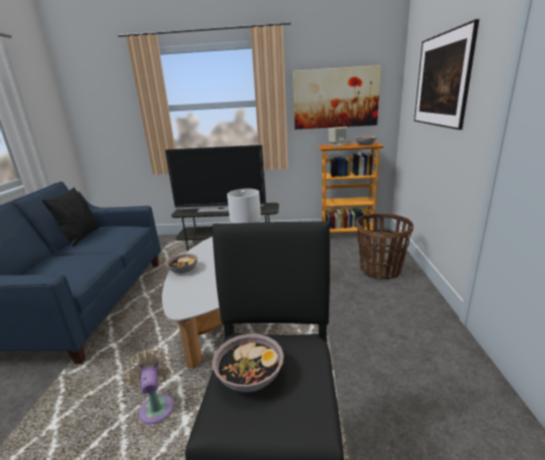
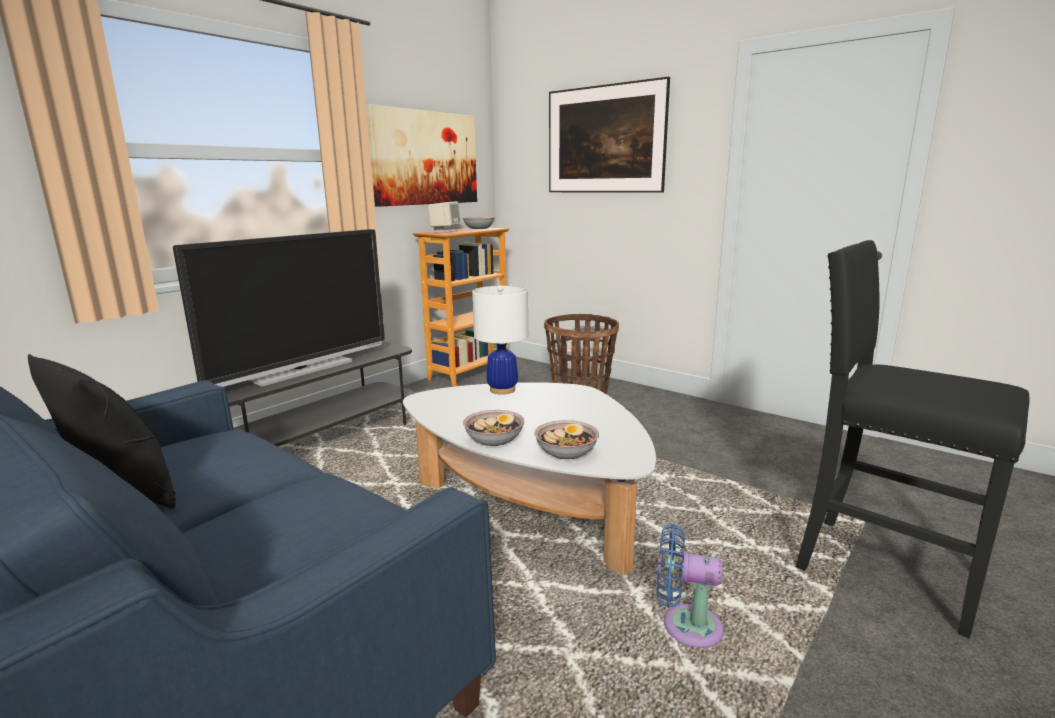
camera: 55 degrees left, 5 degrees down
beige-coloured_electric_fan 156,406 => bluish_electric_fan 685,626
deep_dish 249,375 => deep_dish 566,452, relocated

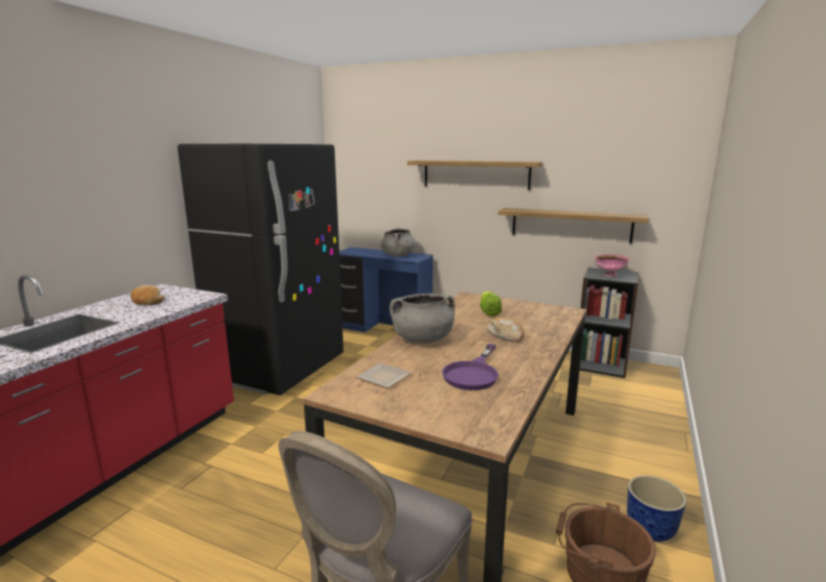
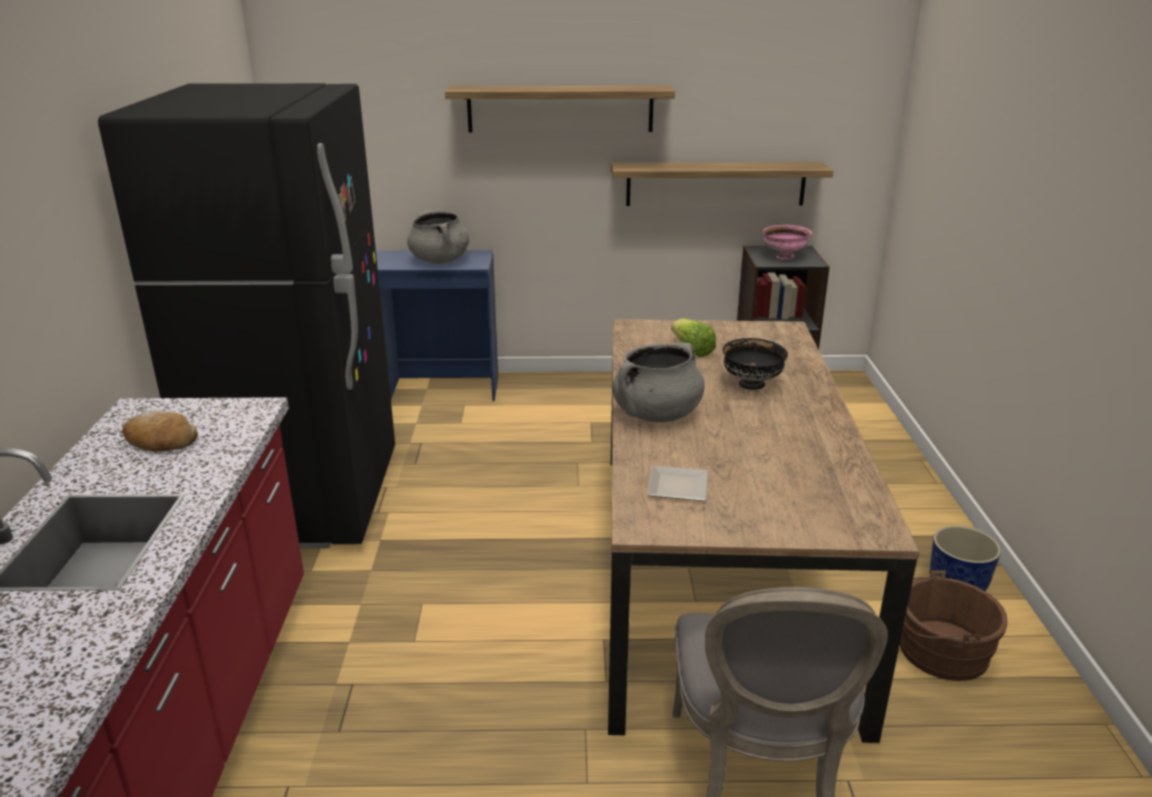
camera: 25 degrees left, 10 degrees up
purple-coloured_pan 473,373 => nothing
baked_bread 505,335 => blackish_deep_dish 752,385

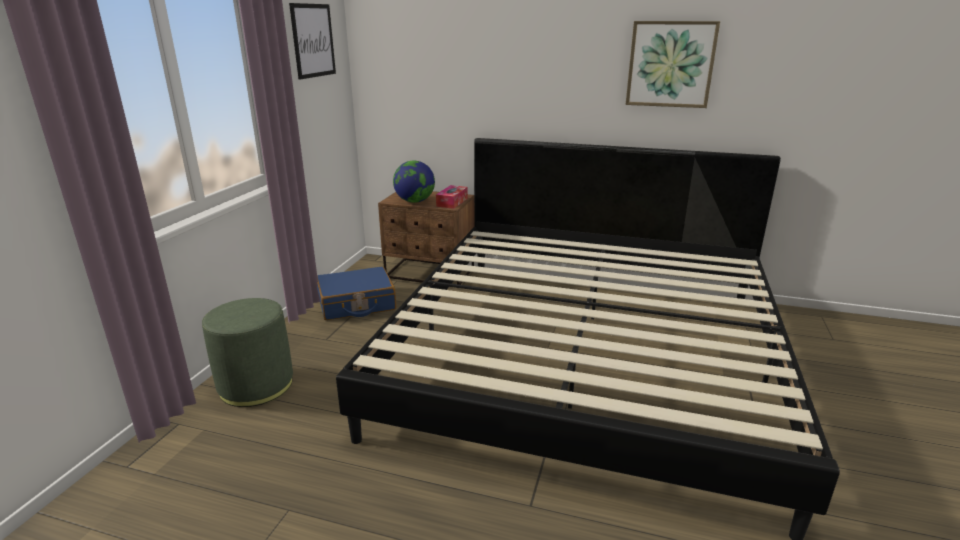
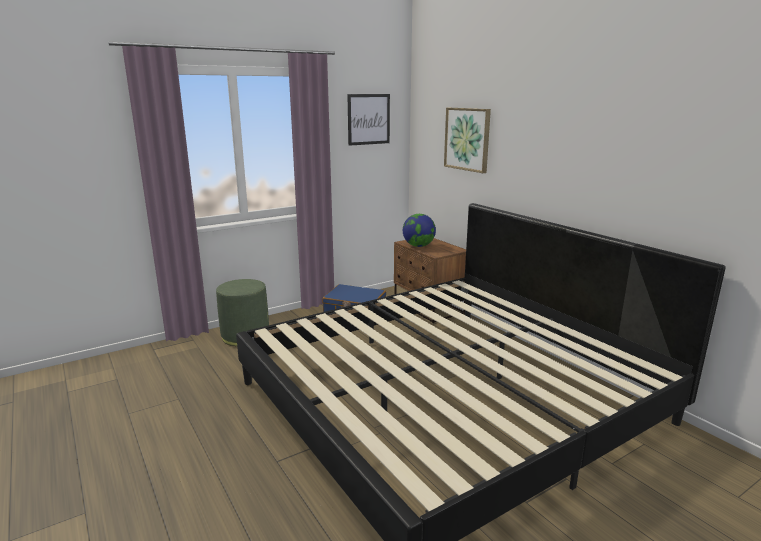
camera: 40 degrees right, 5 degrees down
tissue_holder 452,202 => nothing
wall_picture 670,64 => wall_picture 467,139, relocated

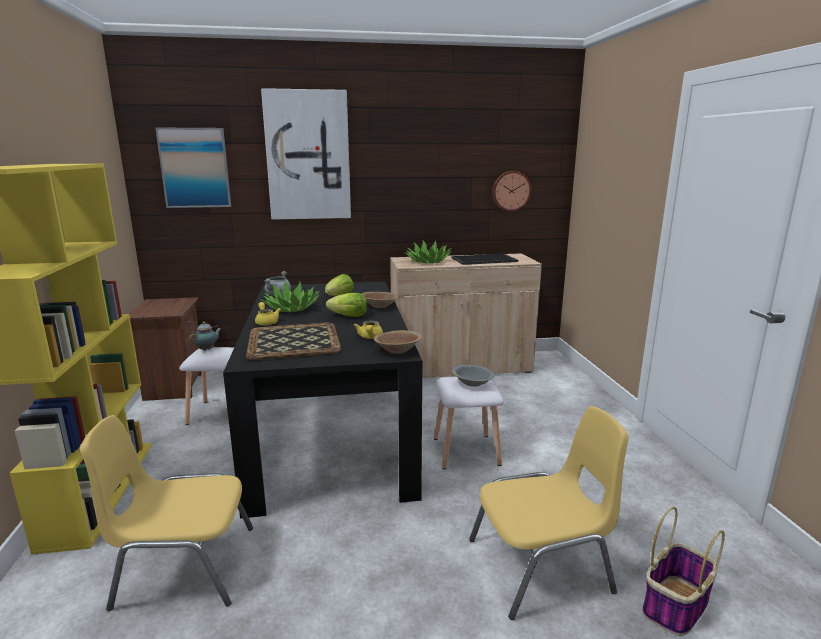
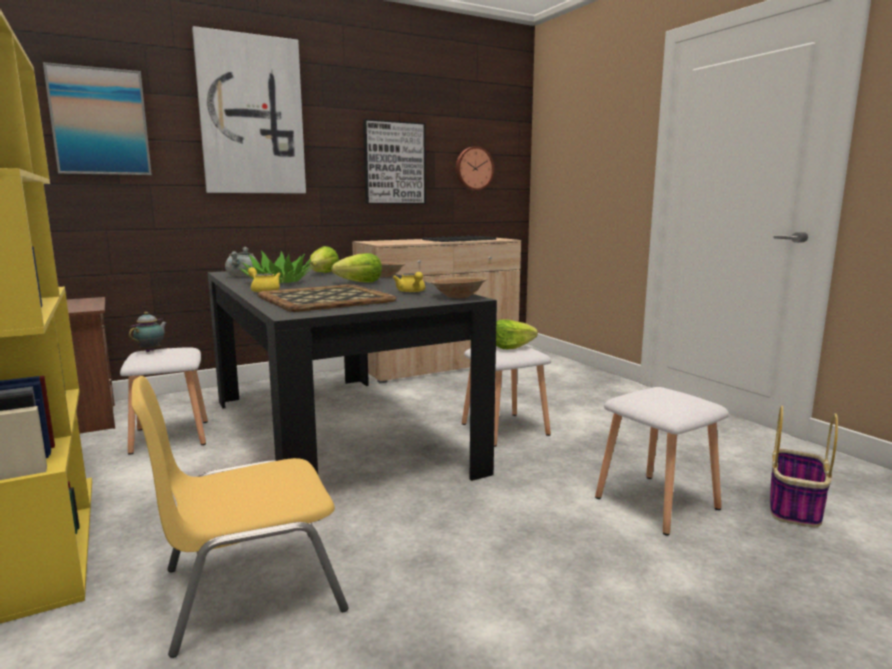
camera: 20 degrees left, 5 degrees down
houseplant 428,261 => nothing
gray_deep_dish 472,383 => head_of_lettuce 510,347
yellowish_upright_chair 541,566 => white-coloured_sitting_stool 659,503
nothing => wall_picture 394,163

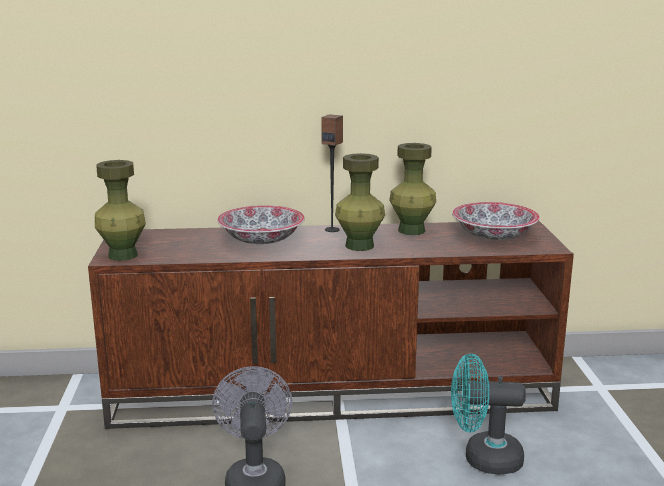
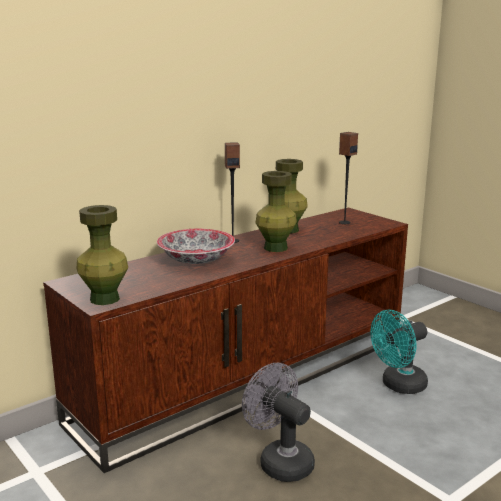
camera: 35 degrees left, 0 degrees up
deep_dish 494,236 => audio_speaker 344,222

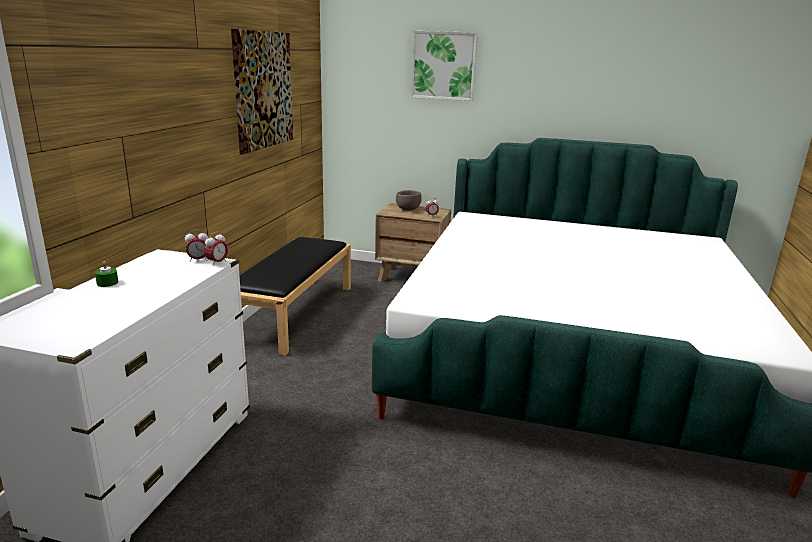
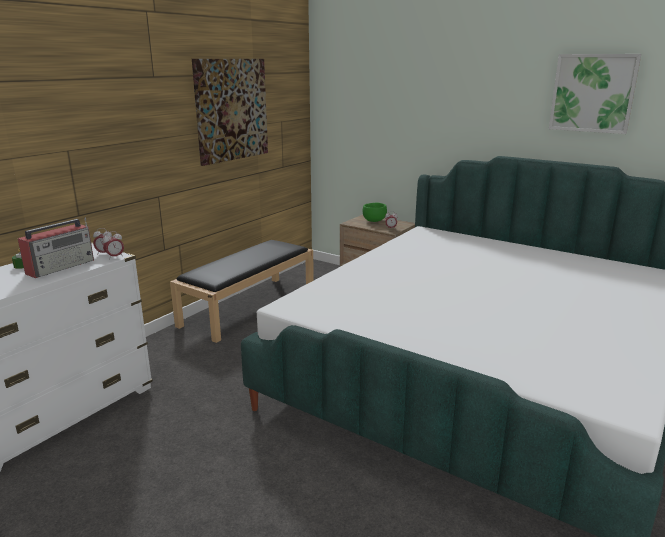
camera: 20 degrees right, 0 degrees up
brown_deep_dish 408,209 => green_deep_dish 374,221
wall_picture 443,66 => wall_picture 592,93, relocated
nothing => radio_set 62,267

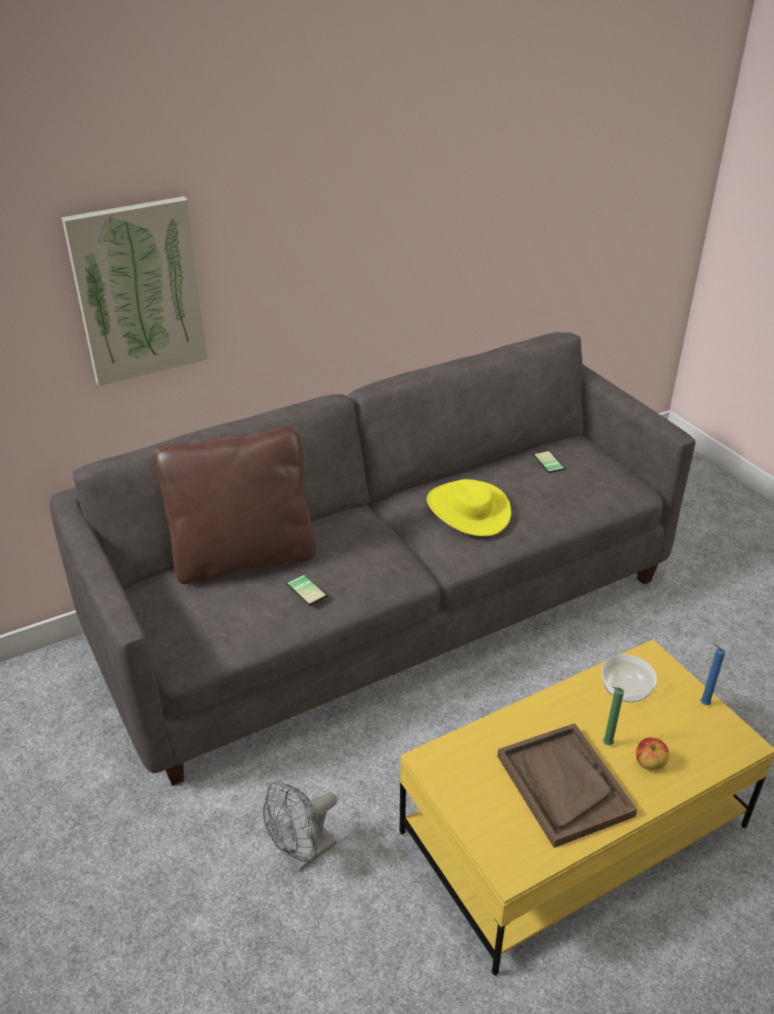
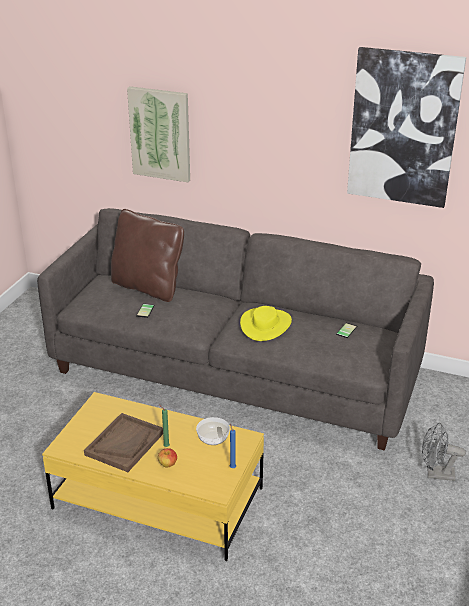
camera: 50 degrees right, 5 degrees down
gray_electric_fan 303,854 => gray_electric_fan 436,474, relocated
nothing => wall_picture 403,128

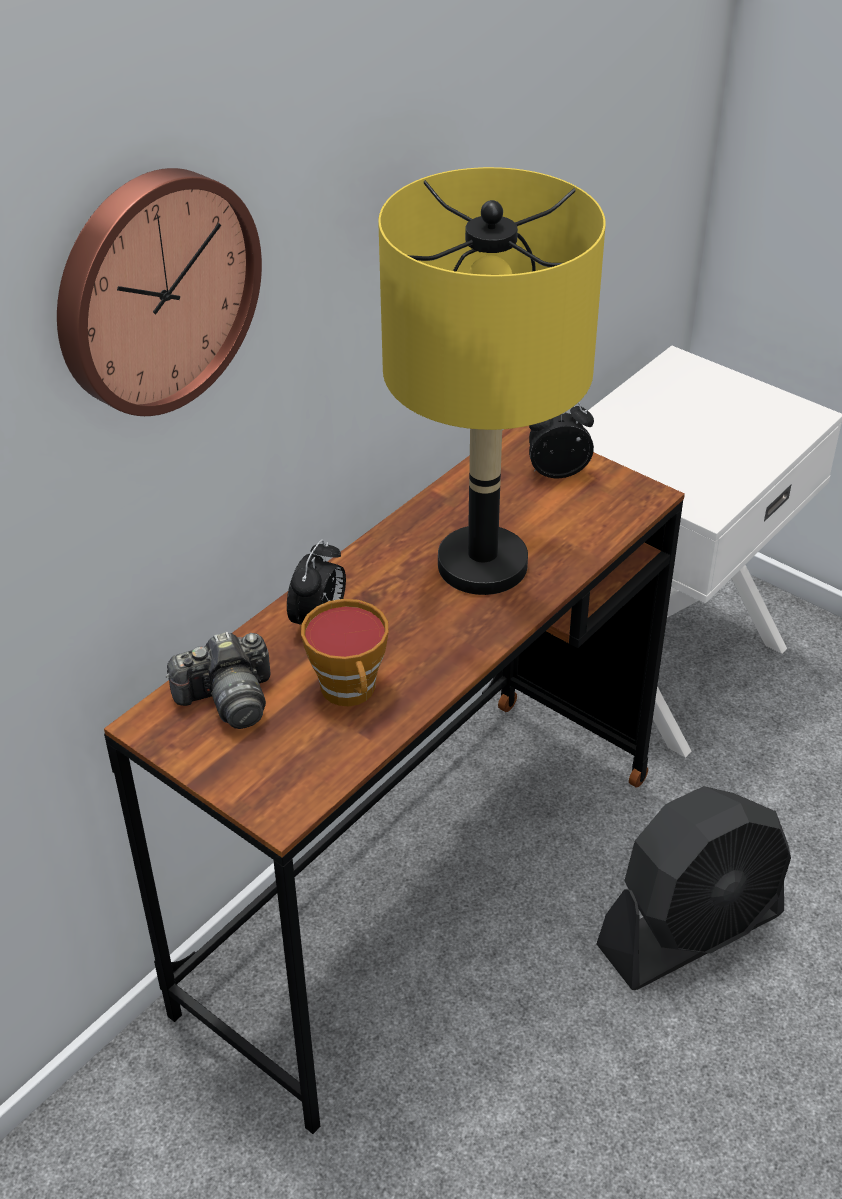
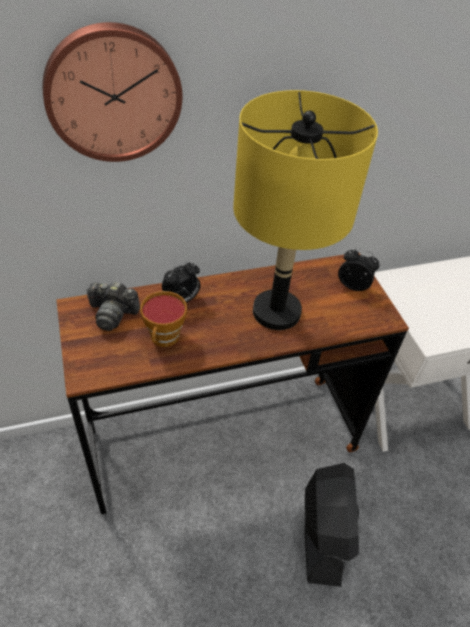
camera: 30 degrees right, 5 degrees up
blackish_electric_fan 691,930 => blackish_electric_fan 322,533, 90 degrees counterclockwise

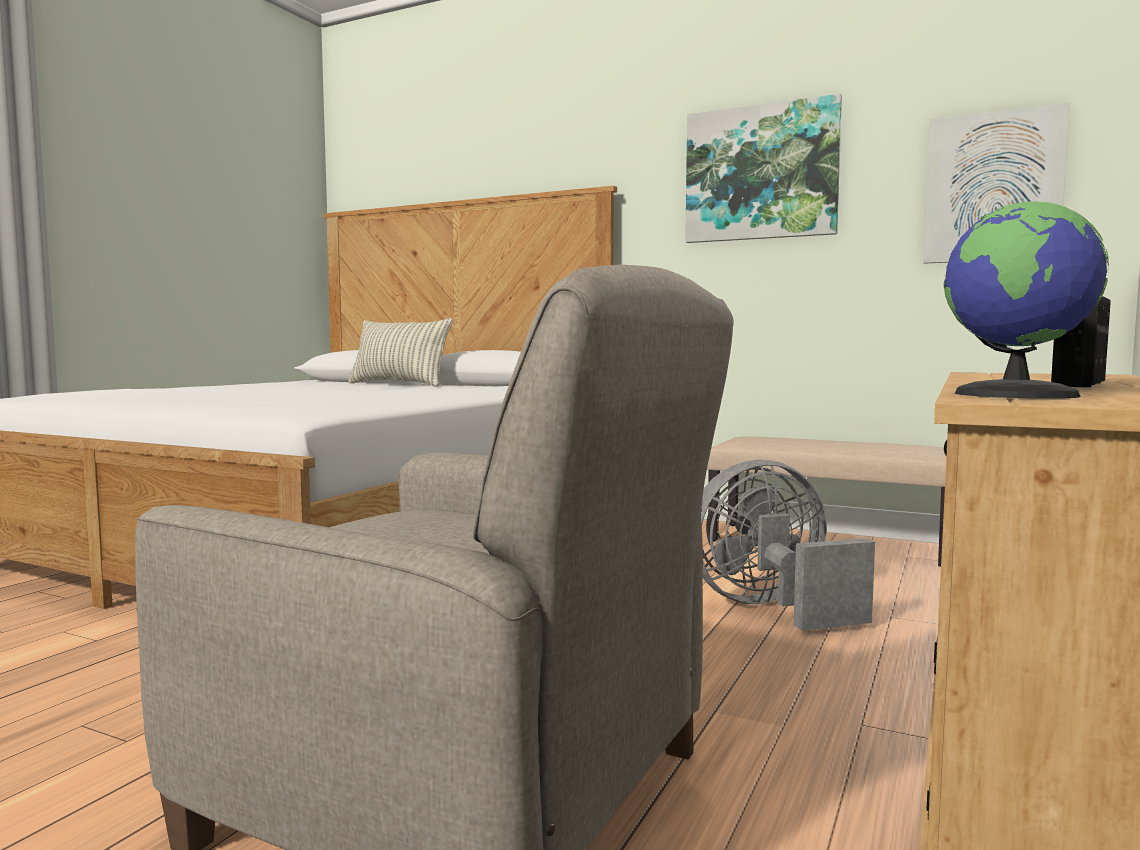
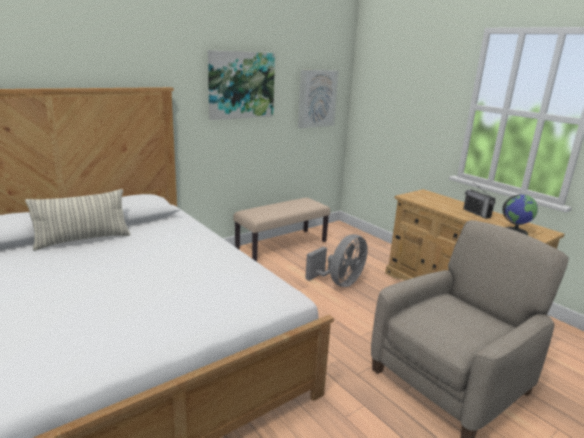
camera: 65 degrees left, 15 degrees up
gray_electric_fan 771,608 => gray_electric_fan 340,282, 150 degrees counterclockwise

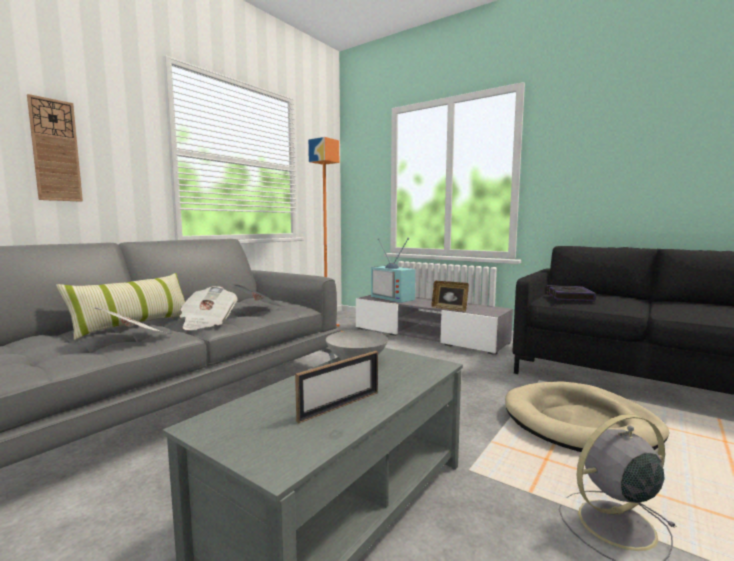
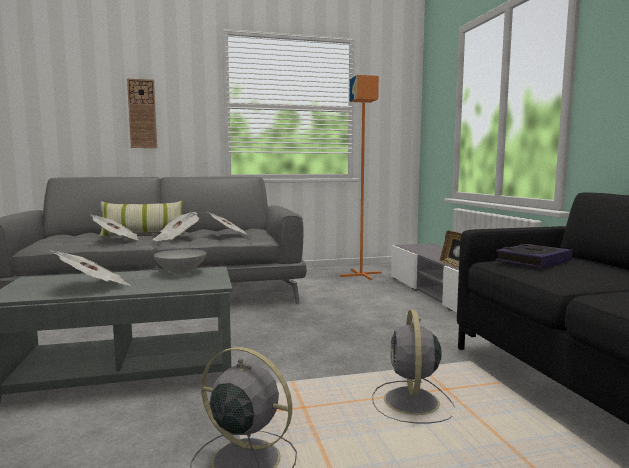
camera: 40 degrees right, 0 degrees up
photo_frame 340,406 => printed_paper 94,287
television 394,298 => nothing
beige-coloured_dog_bed 580,423 => gray_electric_fan 411,402

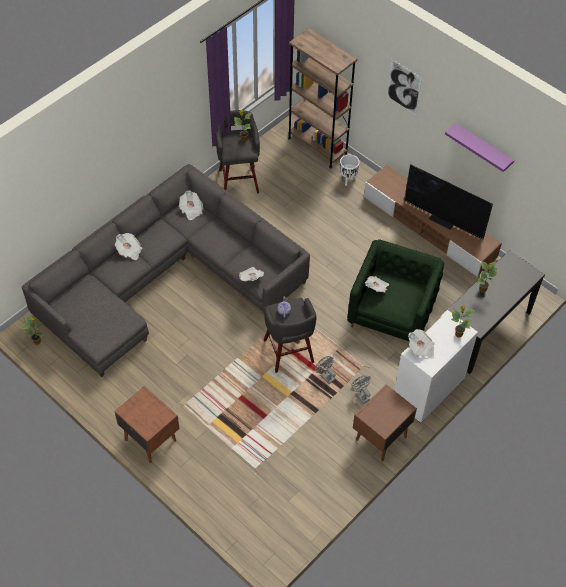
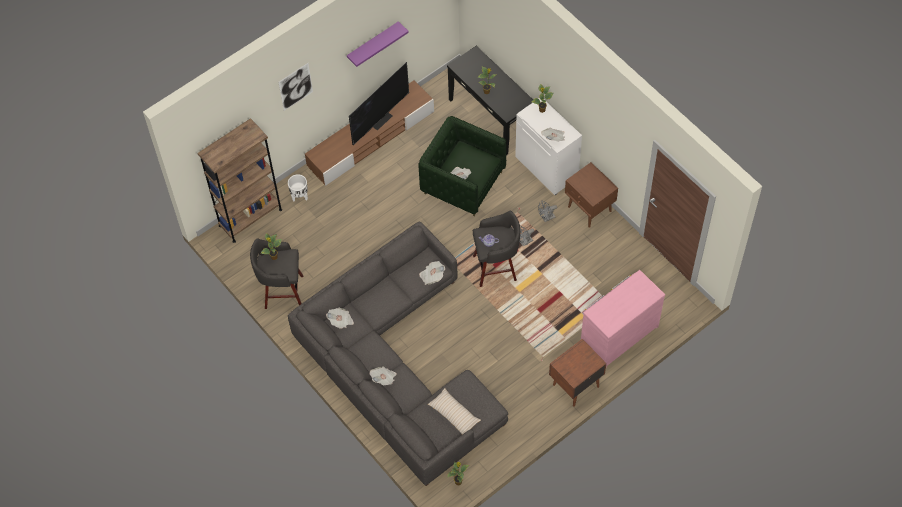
camera: 80 degrees left, 5 degrees up
nothing => beige-coloured_cushion 454,414
nothing => pinkish_drawer_chest 617,334

